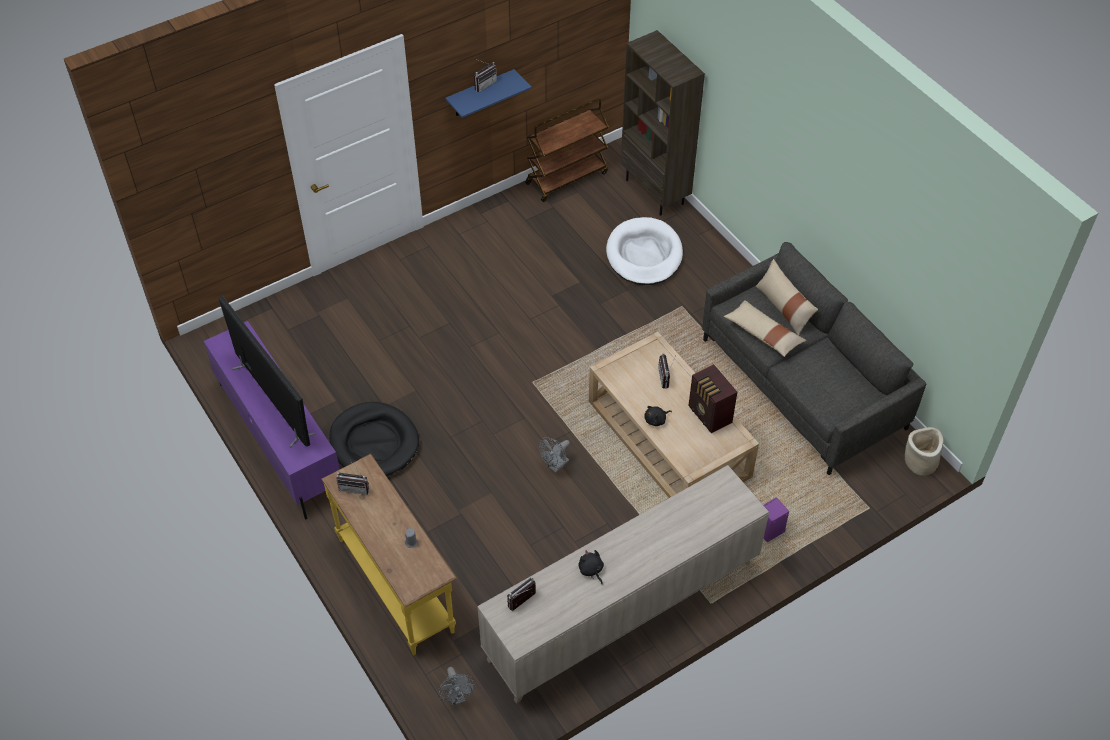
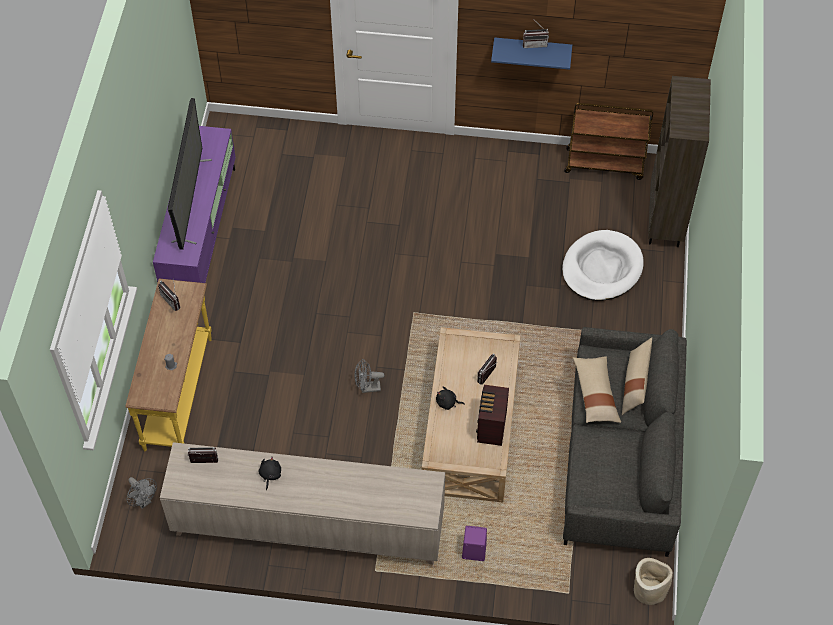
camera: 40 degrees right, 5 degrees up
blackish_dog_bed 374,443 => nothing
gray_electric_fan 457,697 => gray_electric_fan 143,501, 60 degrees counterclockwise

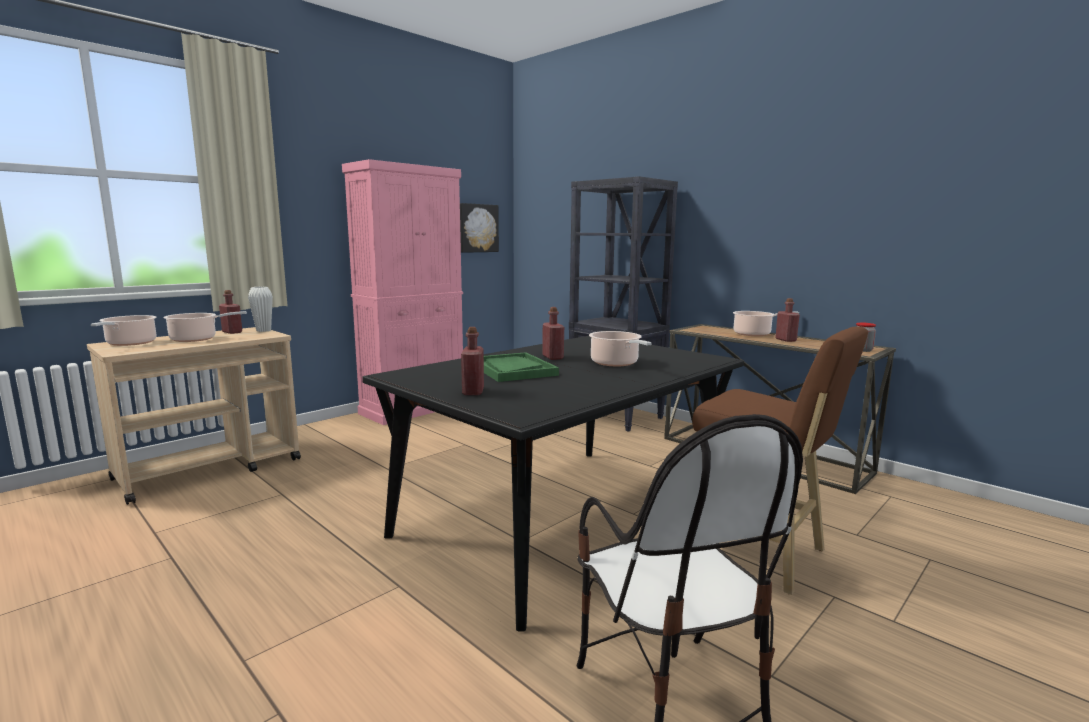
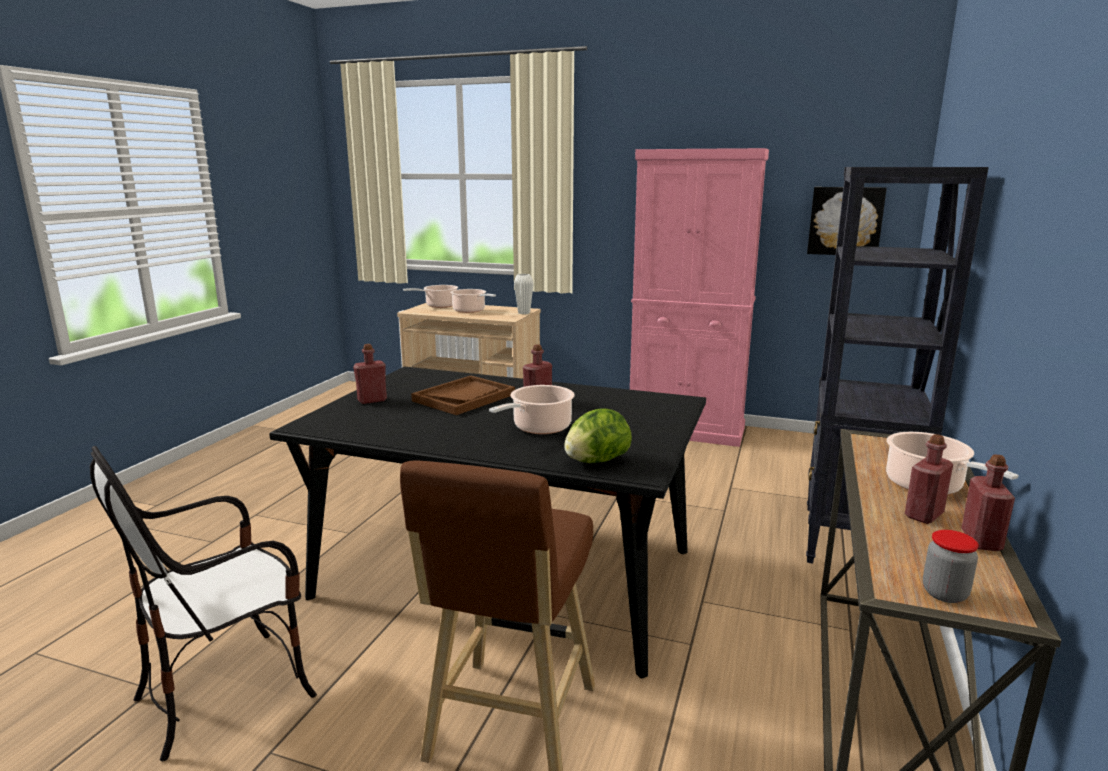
camera: 65 degrees right, 5 degrees up
reddish_drink_bottle 232,332 => reddish_drink_bottle 981,541, relocated
green_carrying_tray 512,369 => brown_carrying_tray 464,397
nothing => head_of_lettuce 596,461

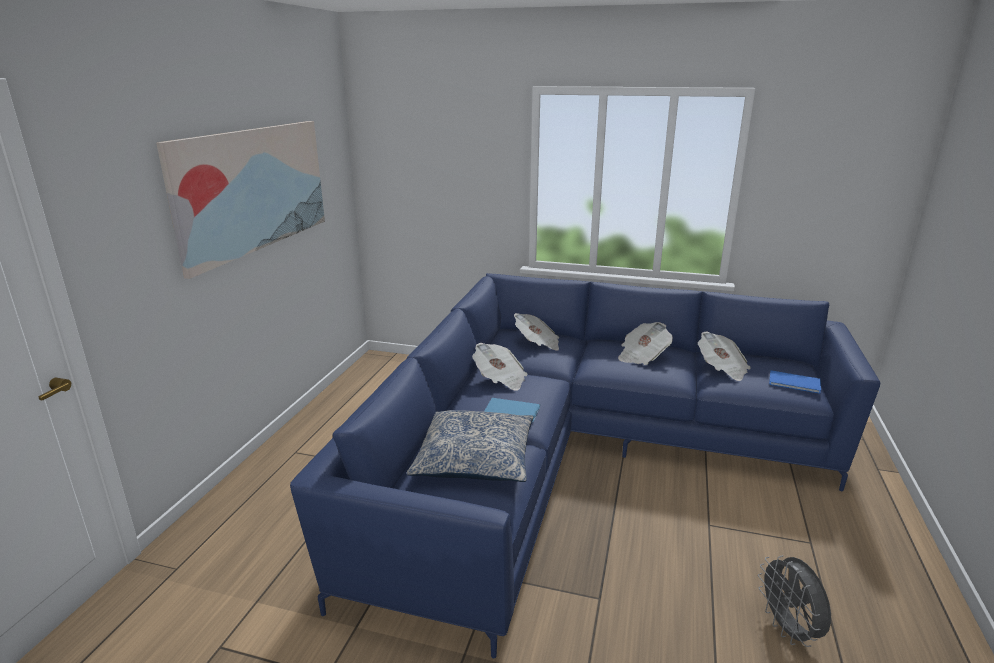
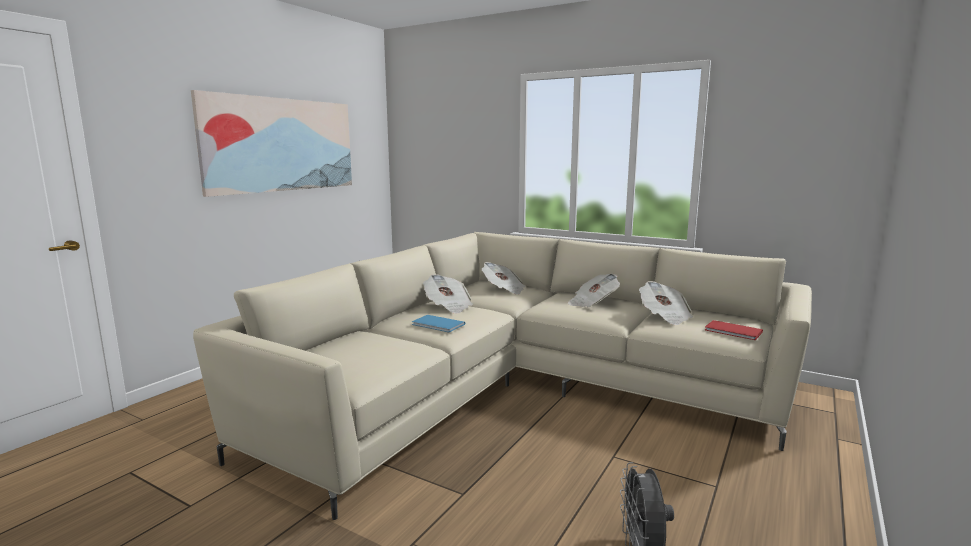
camera: 15 degrees right, 10 degrees down
bluish_settee 575,455 => beige-coloured_settee 517,390
cushion 474,458 => nothing
bluish_volume 795,383 => reddish_volume 734,331

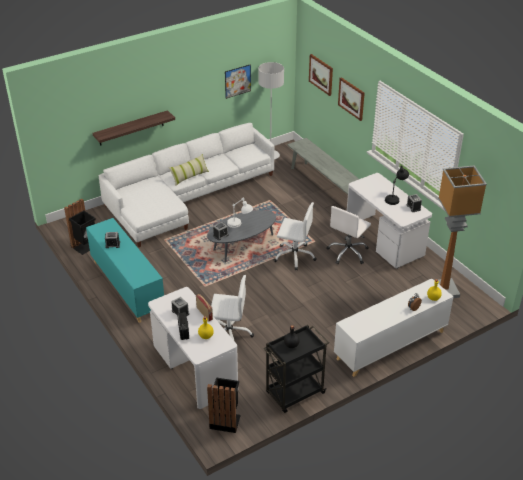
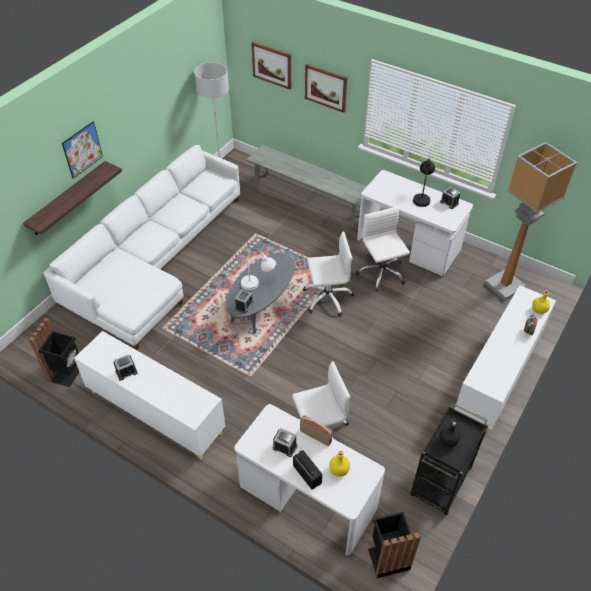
camera: 25 degrees left, 10 degrees up
turquoise_storage_cabinet 127,286 => white-coloured_storage_cabinet 155,412
cushion 189,177 => nothing
wall_picture 237,81 => wall_picture 82,150, relocated
white-coloured_computer_chair 348,253 => white-coloured_computer_chair 381,273, 150 degrees clockwise

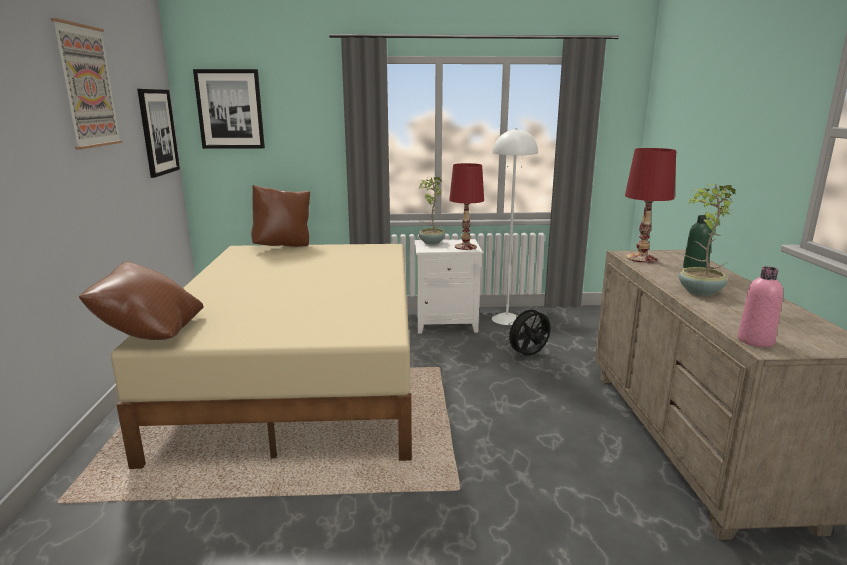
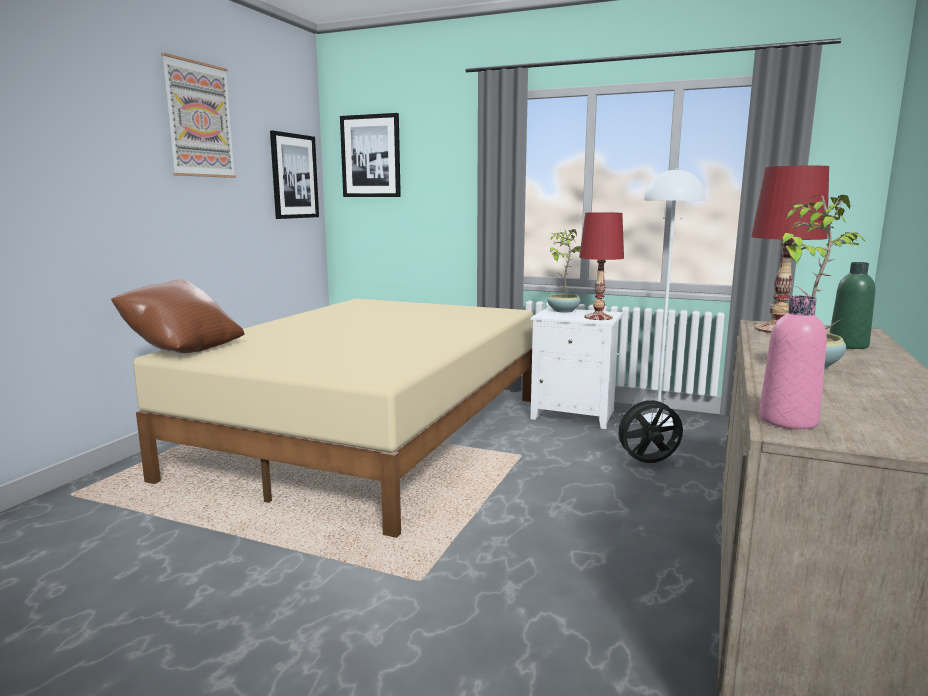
camera: 25 degrees right, 5 degrees down
brown_cushion 283,246 => nothing

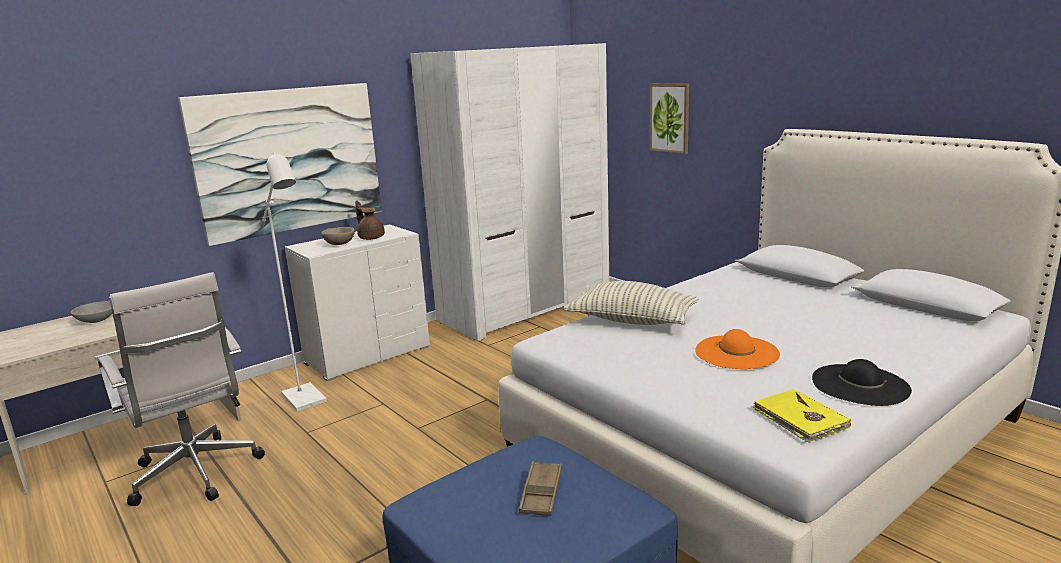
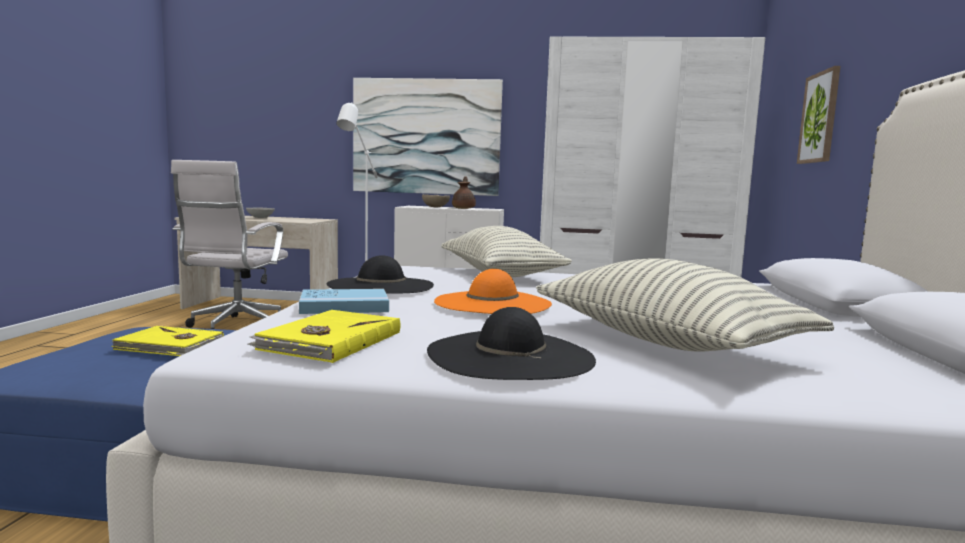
camera: 45 degrees right, 10 degrees down
brown_carrying_tray 541,493 => yellowish_volume 169,346
nothing => bluish_volume 344,306
nothing => blackish_clothing_hat 380,286
nothing => cushion 664,341

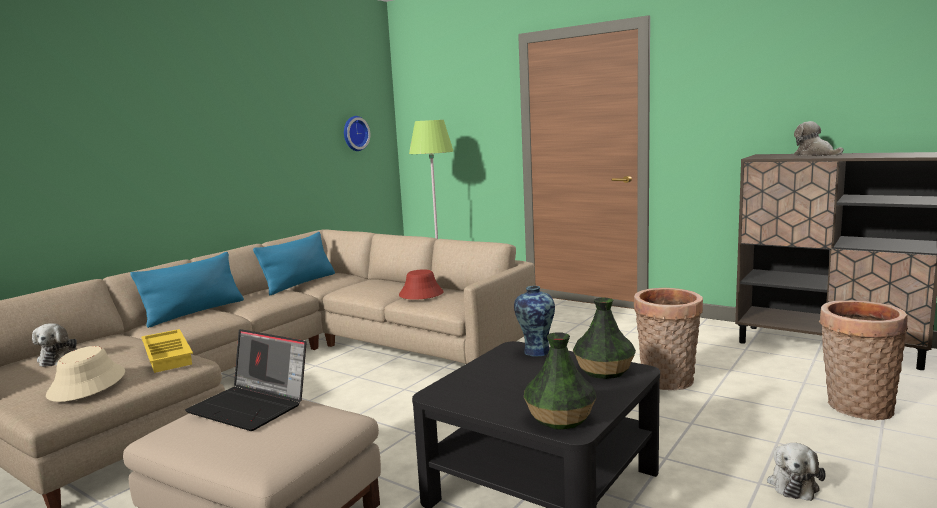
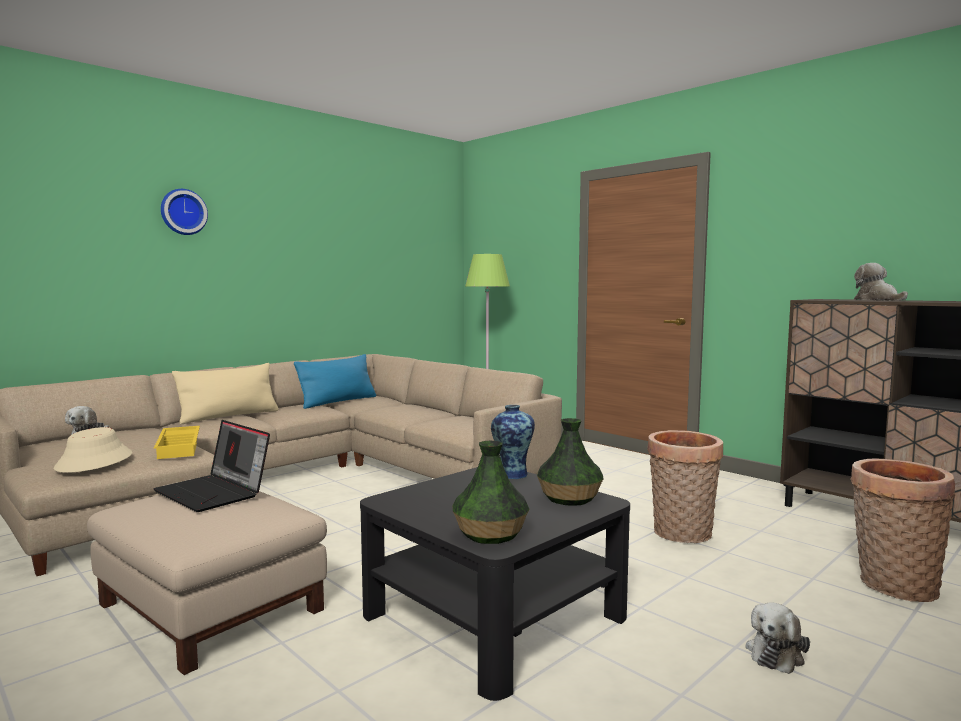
camera: 10 degrees right, 5 degrees down
bluish_cushion 194,312 => beige-coloured_cushion 229,416
clock_on_the_wall 354,133 => clock_on_the_wall 183,212, relocated
reddish_clothing_hat 421,294 => nothing

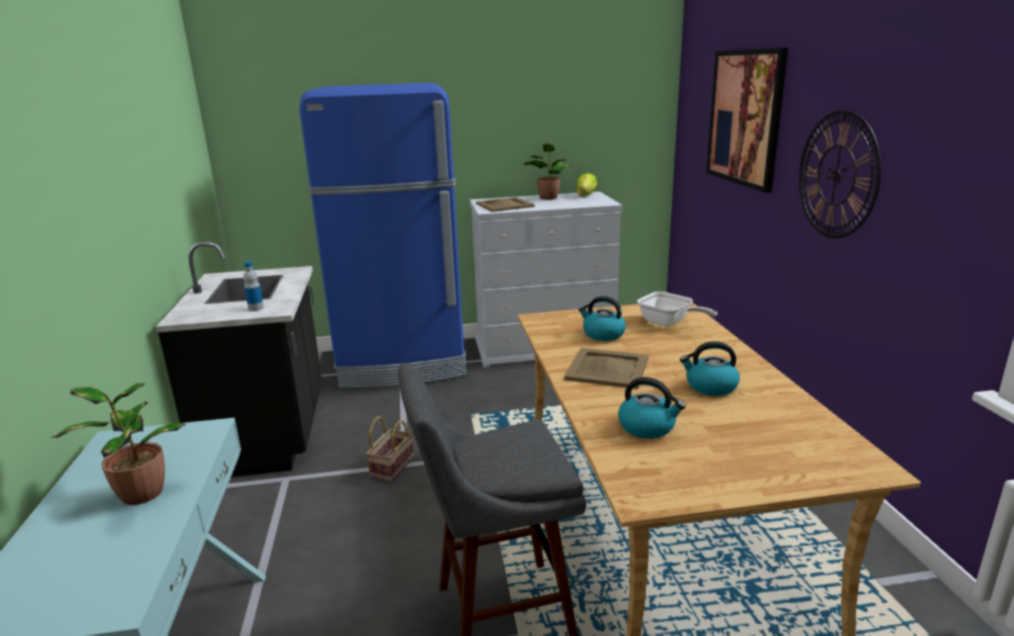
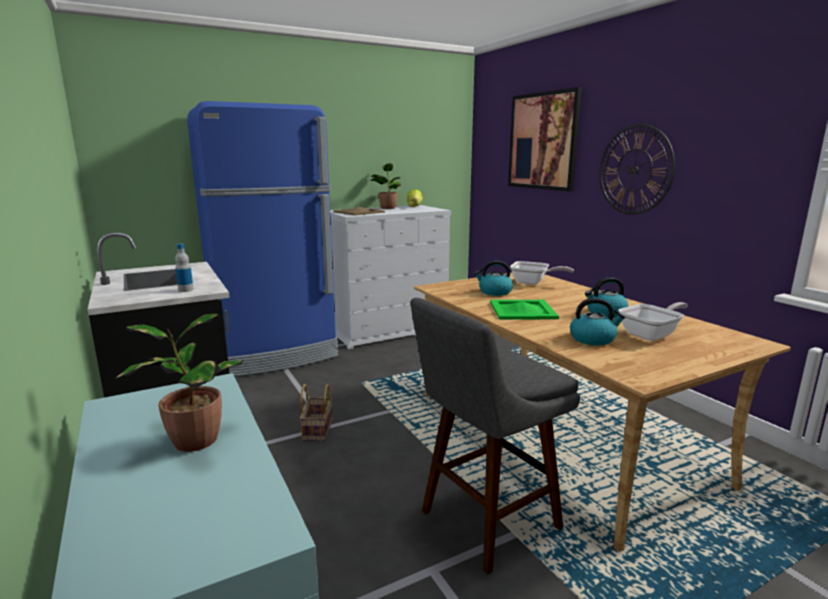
camera: 20 degrees left, 5 degrees down
beige-coloured_carrying_tray 608,369 => green_carrying_tray 523,310
nothing => pan 652,335

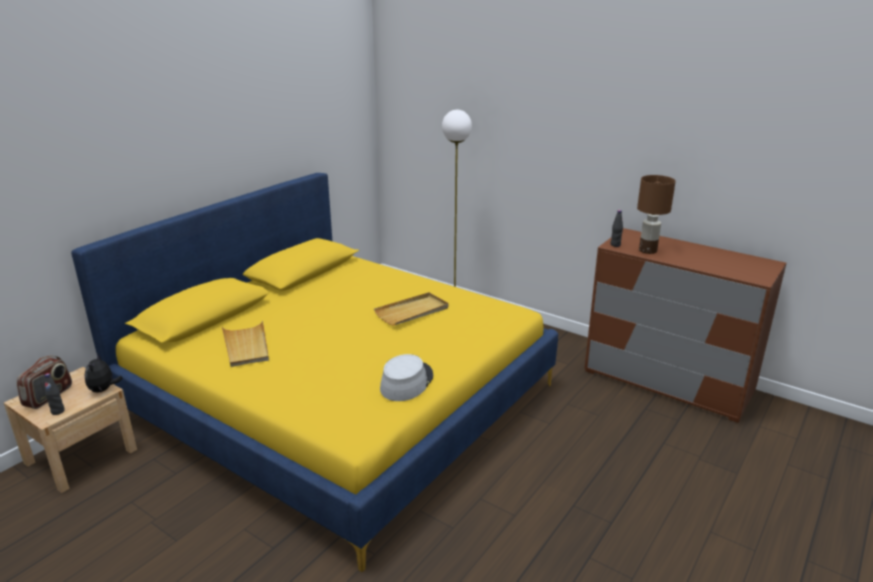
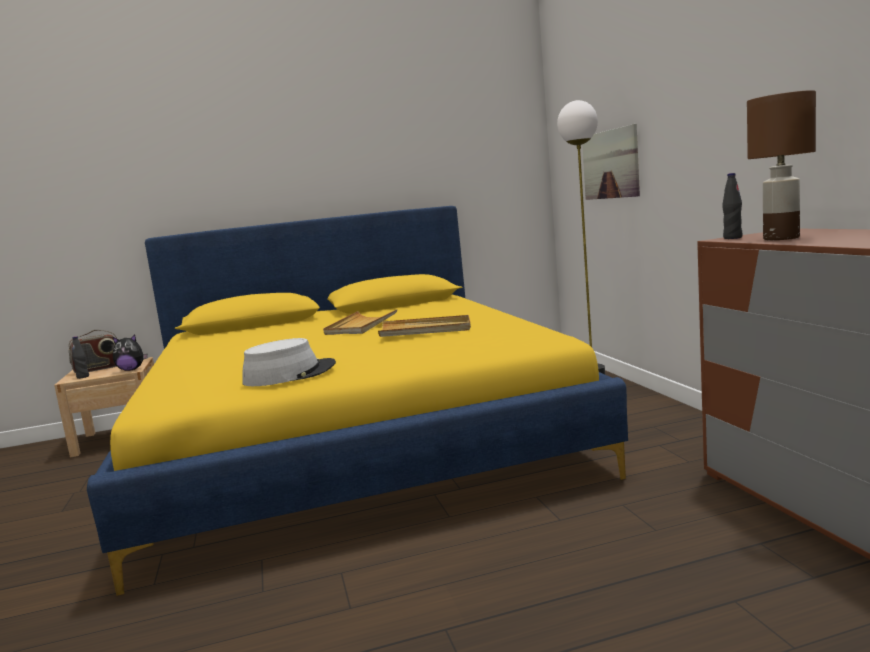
camera: 40 degrees right, 15 degrees down
soft_toy 104,390 => soft_toy 131,370, 135 degrees counterclockwise
beige-coloured_carrying_tray 246,346 => beige-coloured_carrying_tray 361,325, relocated
nothing => wall_picture 610,164

